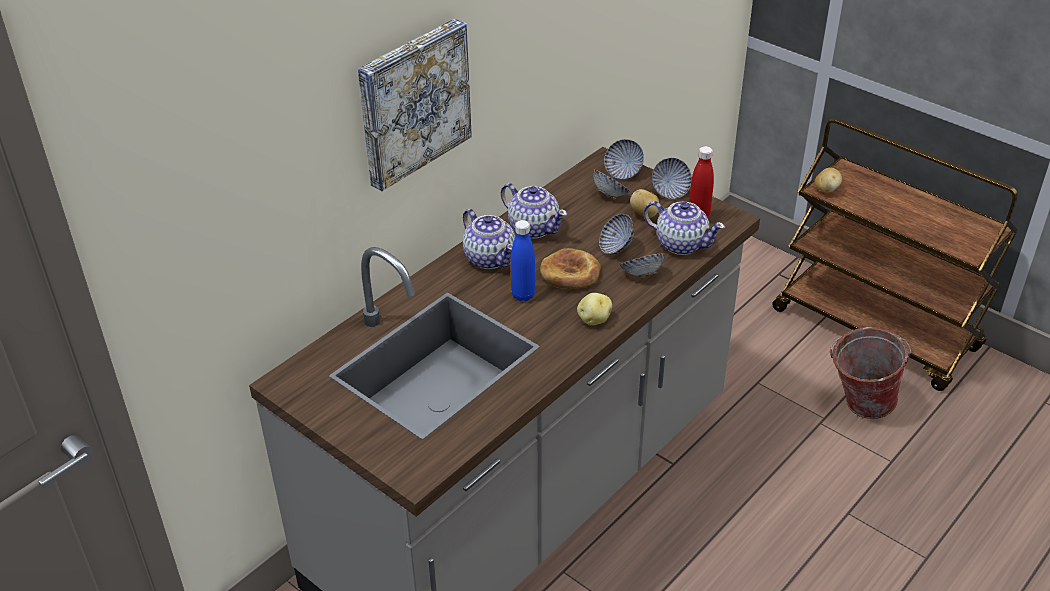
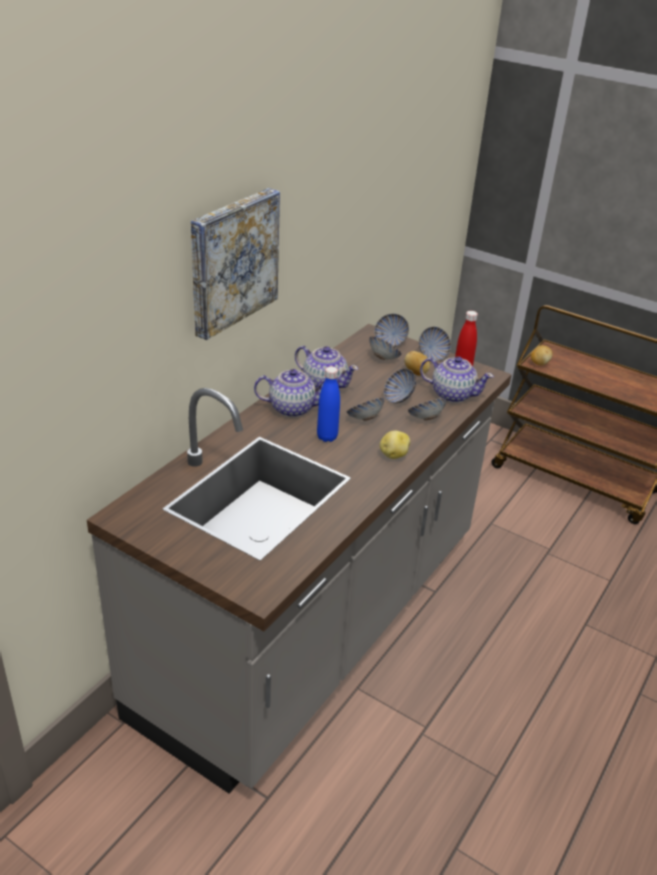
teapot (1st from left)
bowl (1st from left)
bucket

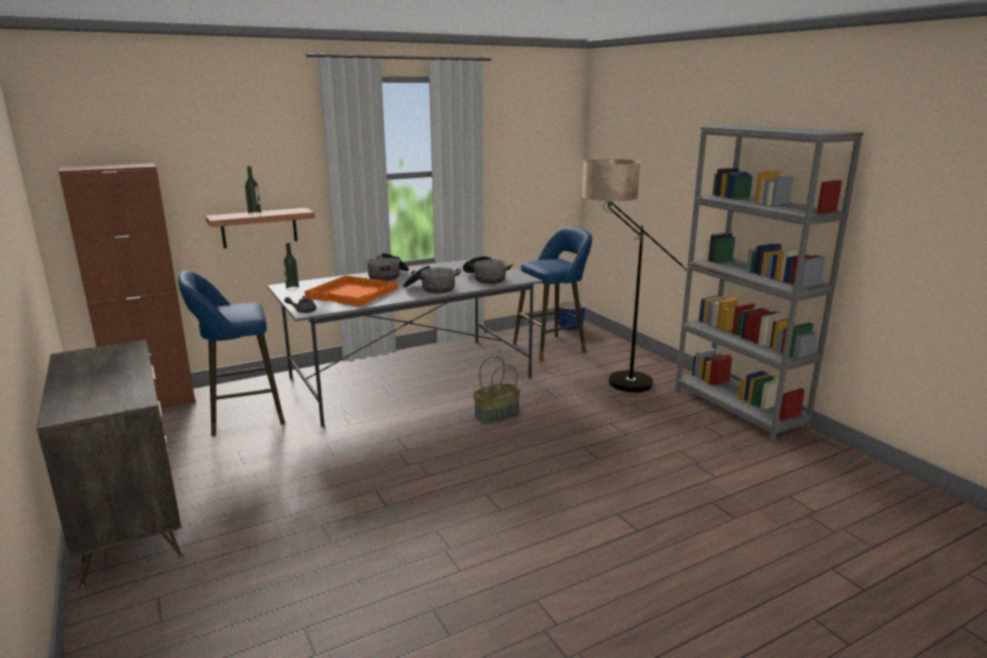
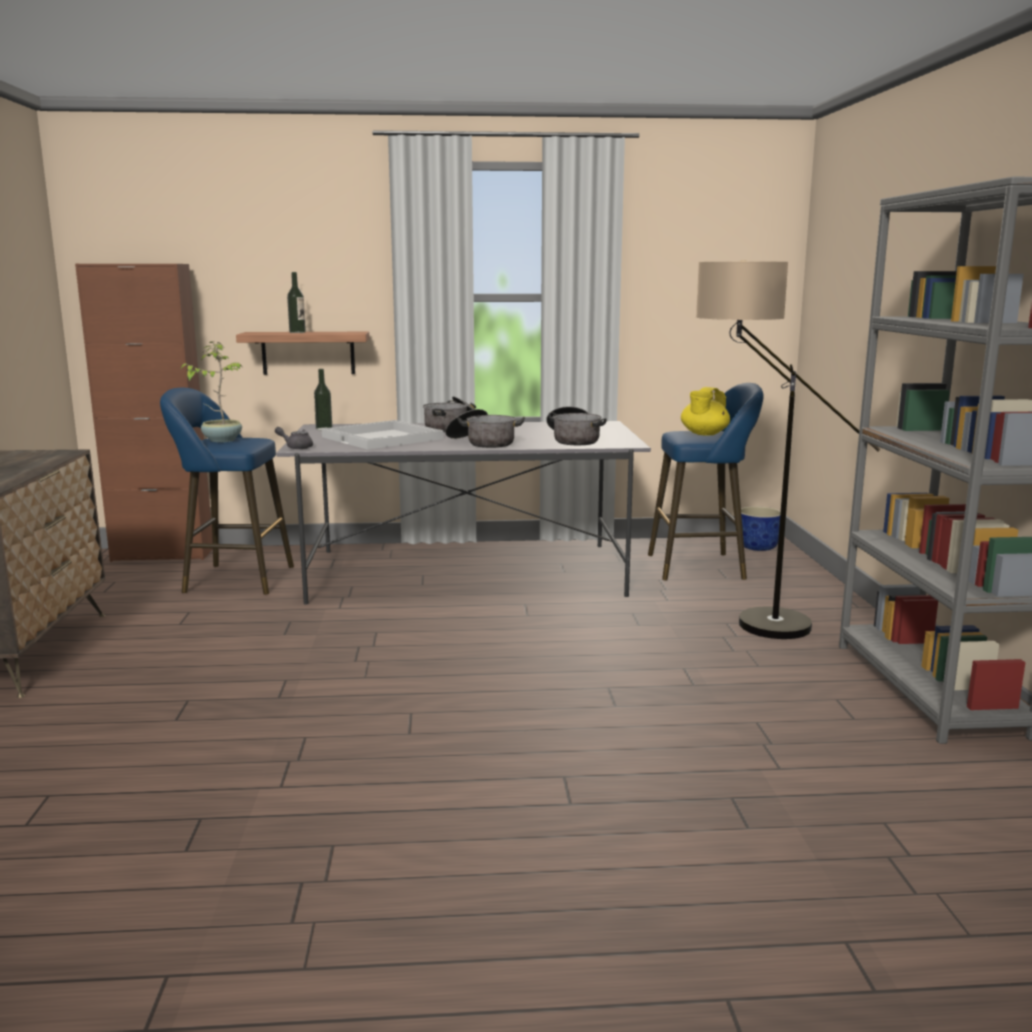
white tray
basket
potted plant
yellow teapot

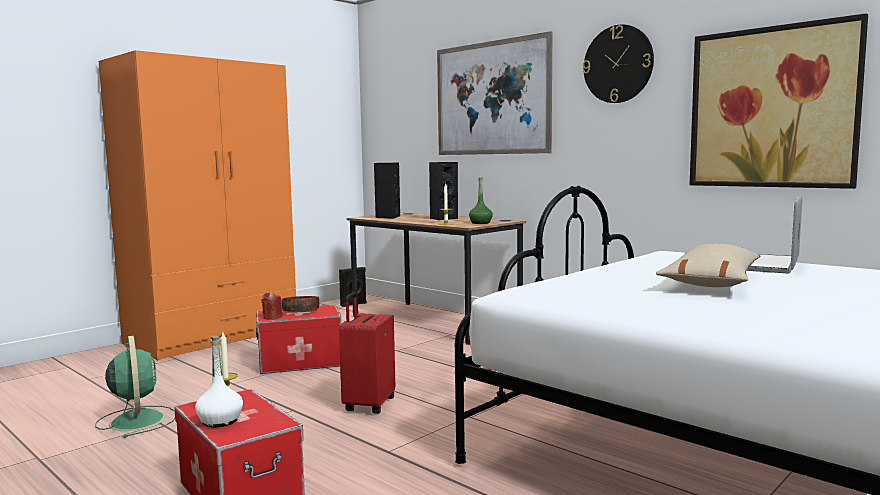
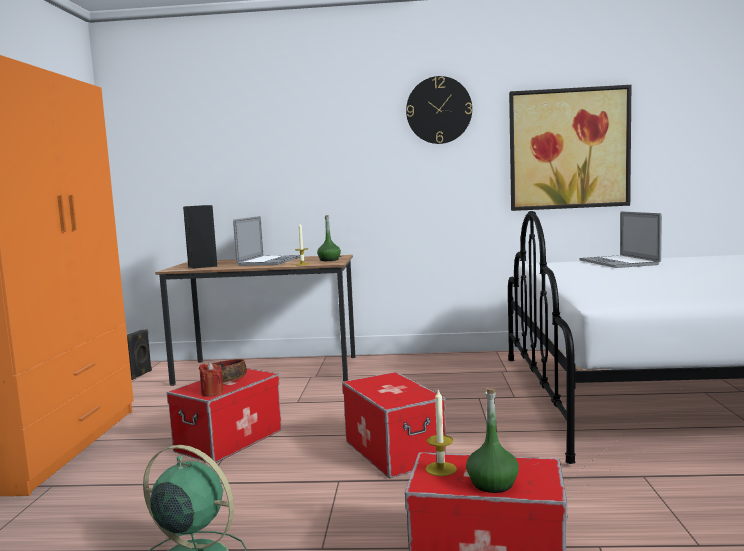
picture (1st from left in the first image)
laptop (1st from left)
beige pillow
storage box (2nd from left)
green bottle (2nd from left)

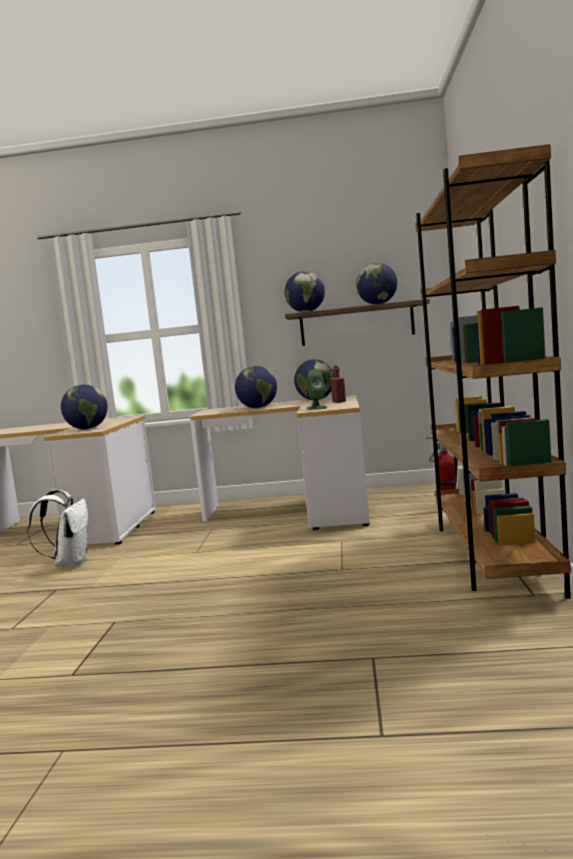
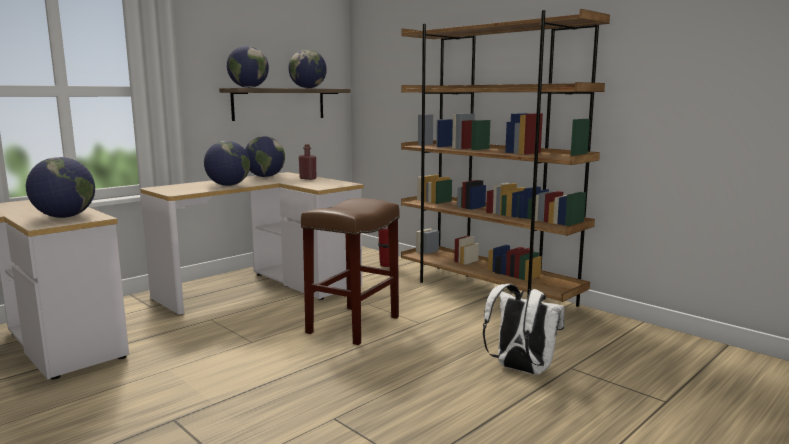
green speaker
white backpack
brown stool

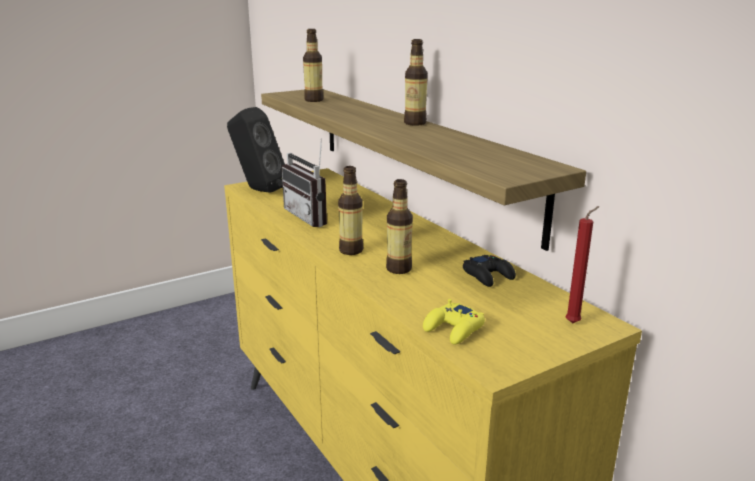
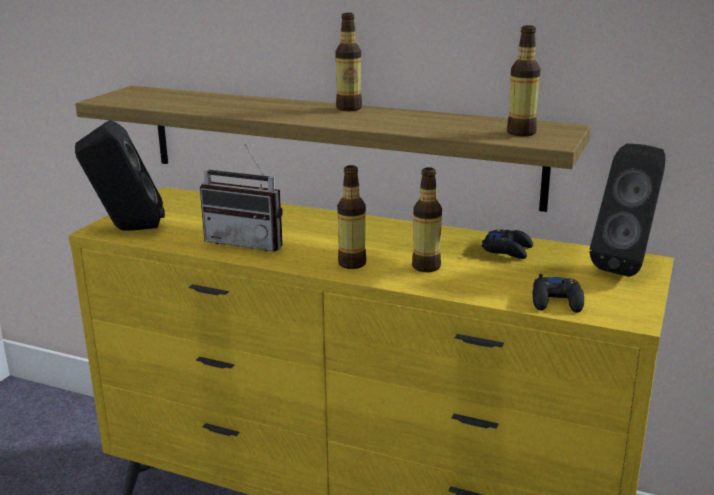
bottle (4th from left)
black speaker (2nd from left)
black game controller (2nd from left)

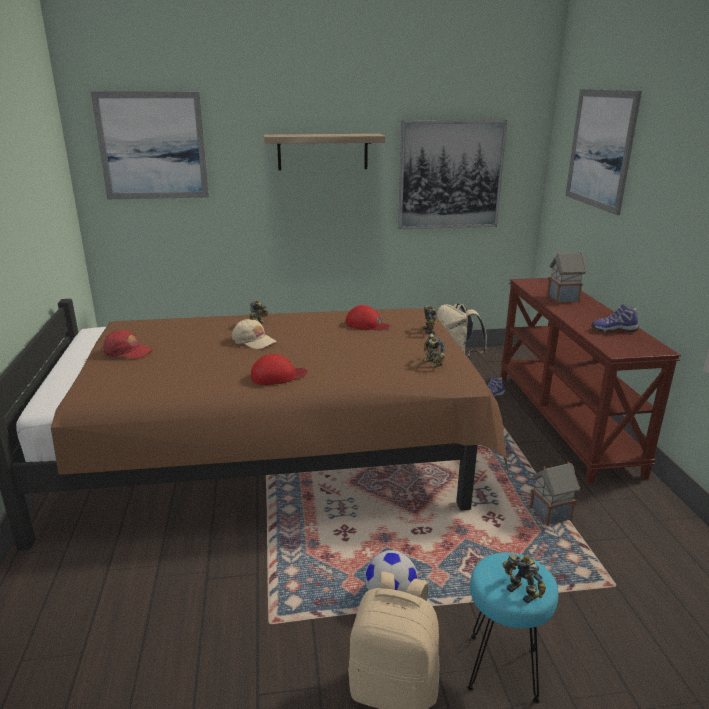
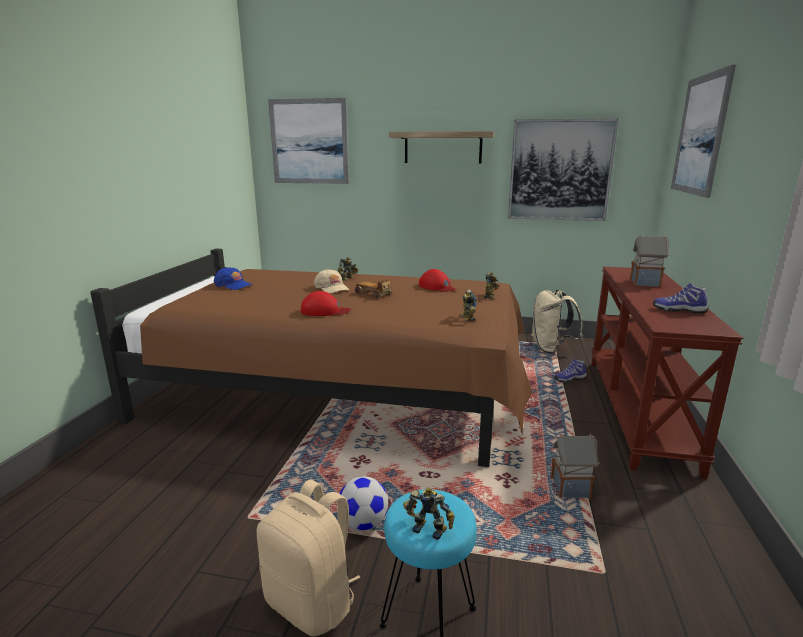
blue cap
toy robot (2nd from left)
toy car

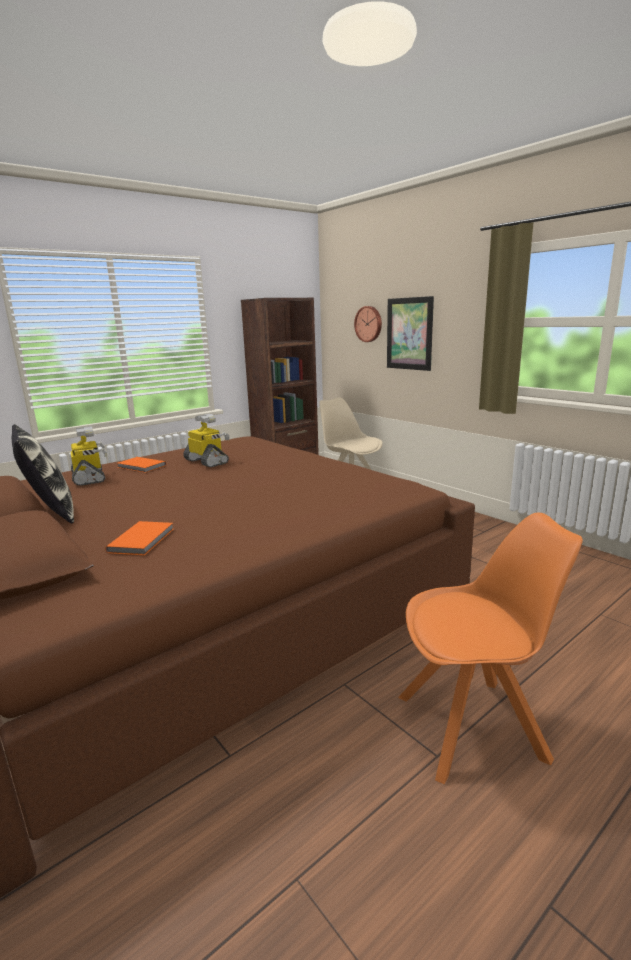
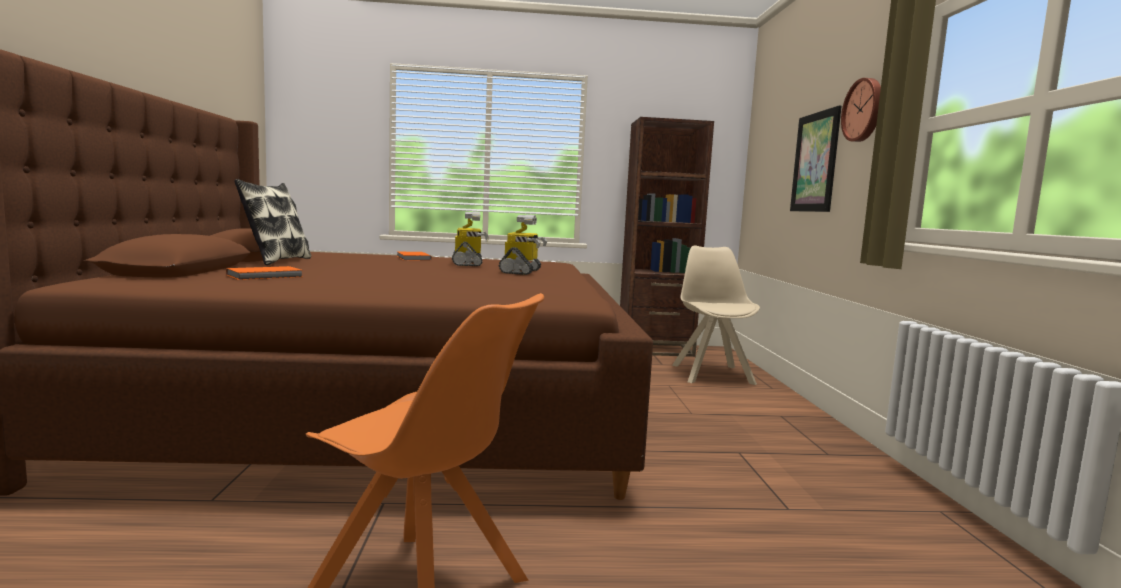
wall clock
toy robot (2nd from left)

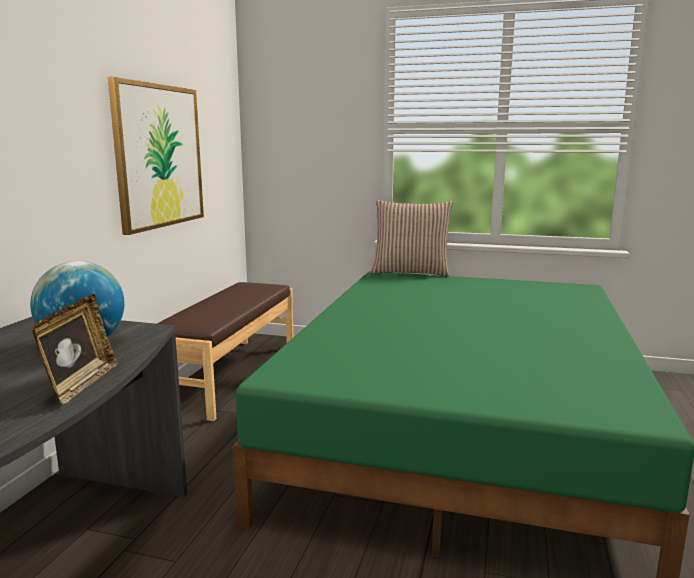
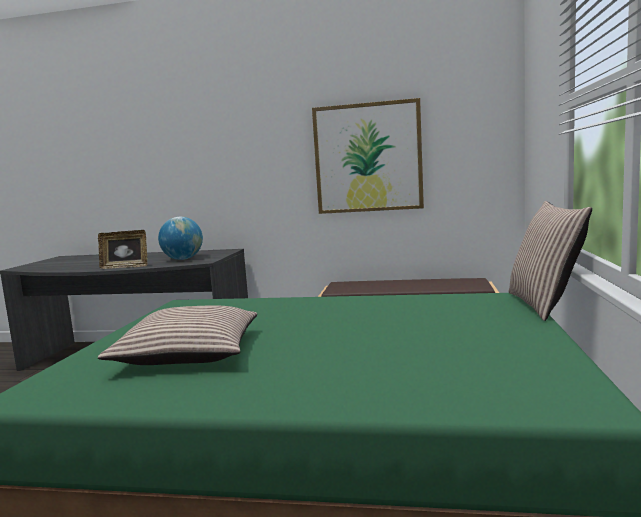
pillow (1st from left)

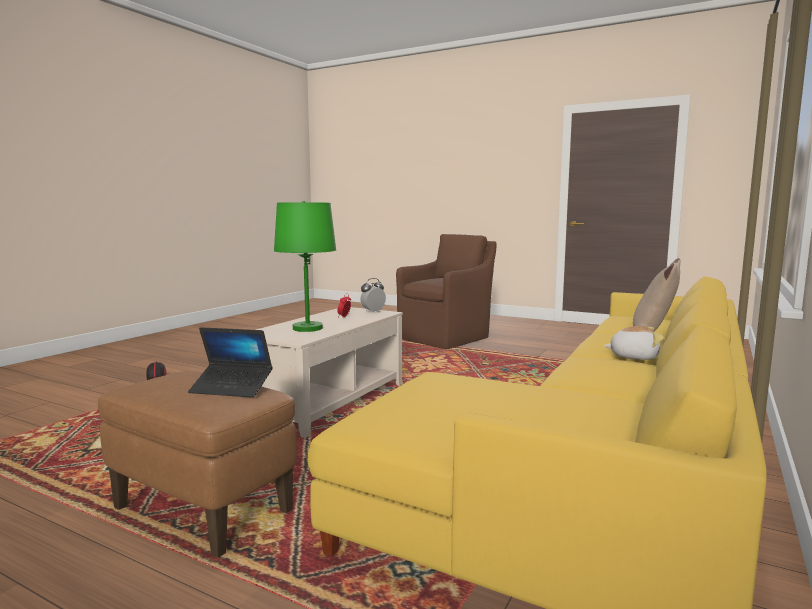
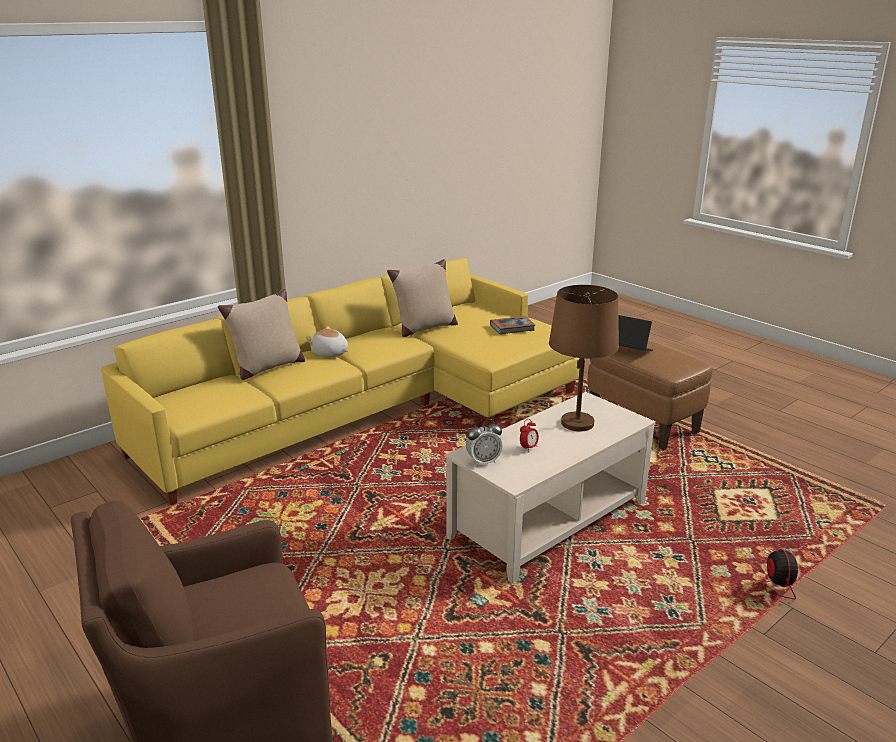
brown table lamp
beige pillow (2nd from left)
book

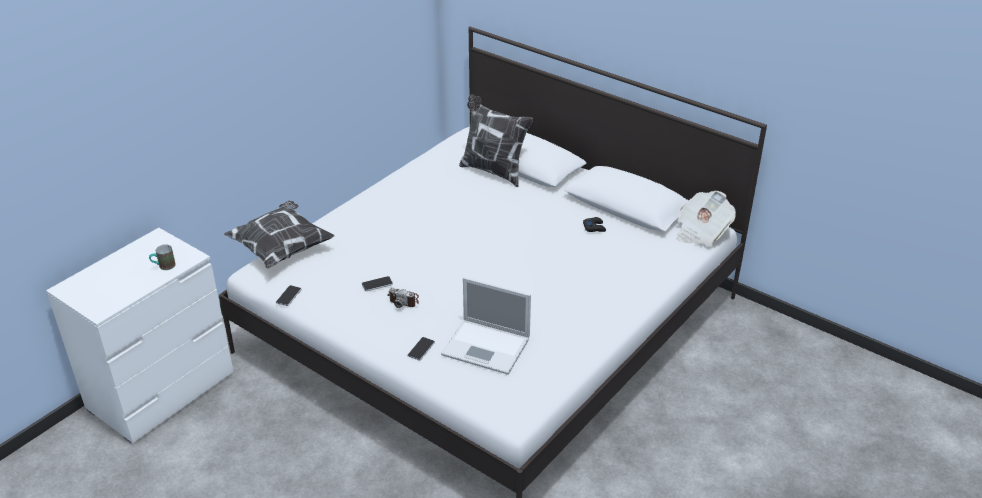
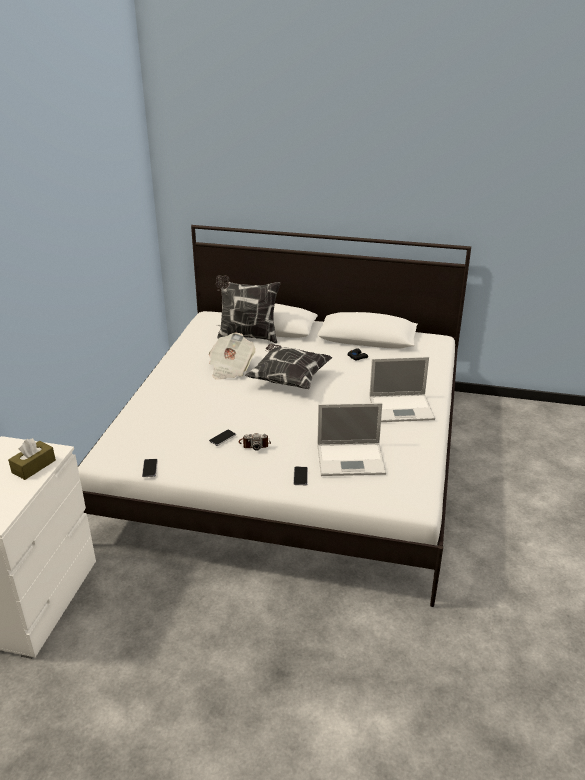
newspaper
pillow (2nd from left)
brown tissue box
laptop (2nd from left)

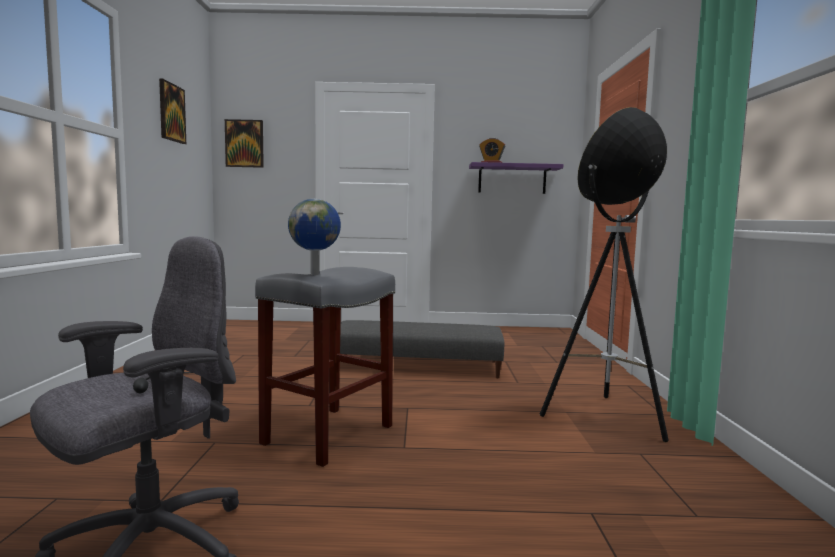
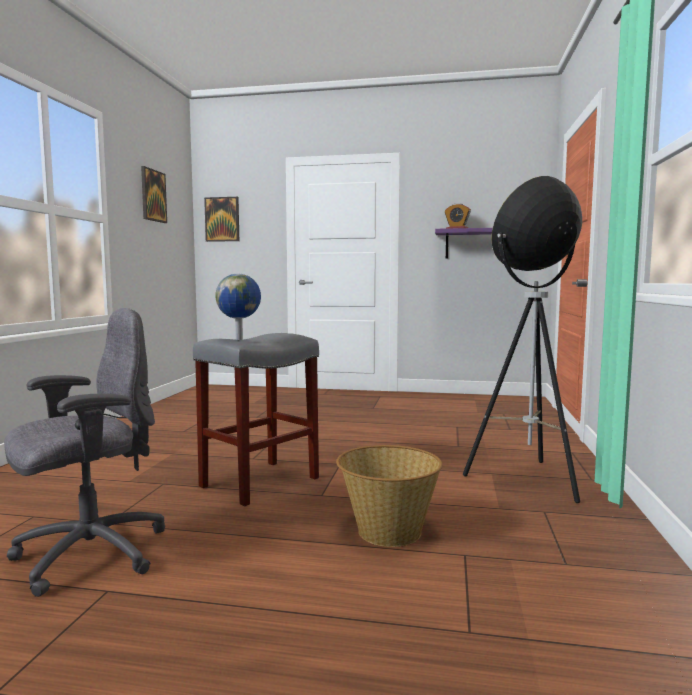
grey ottoman
basket

